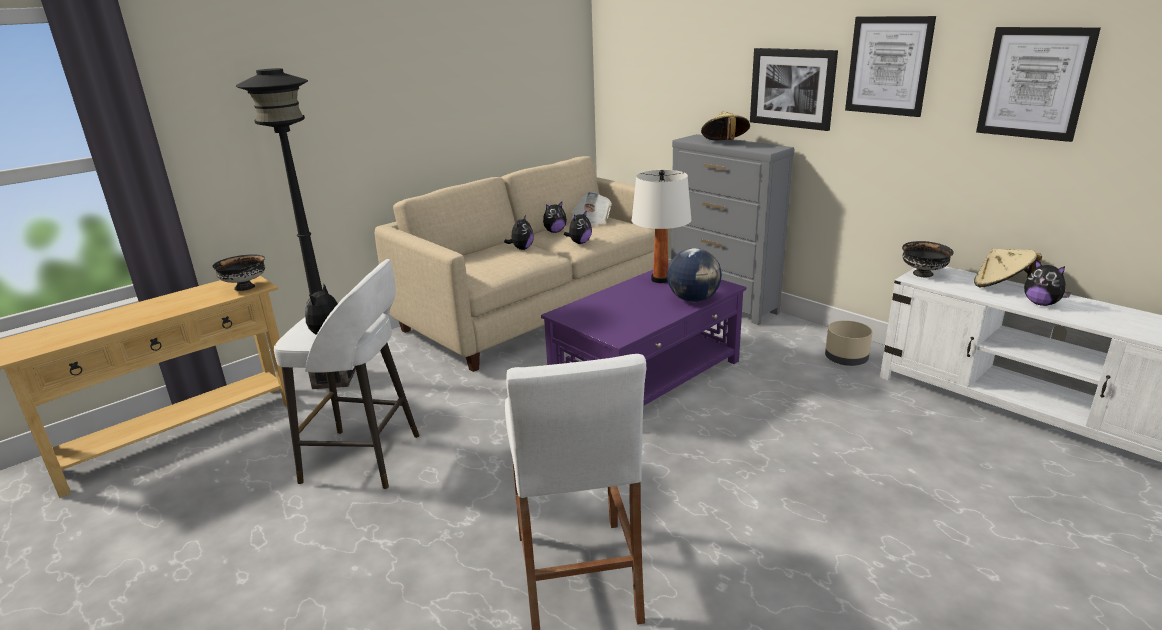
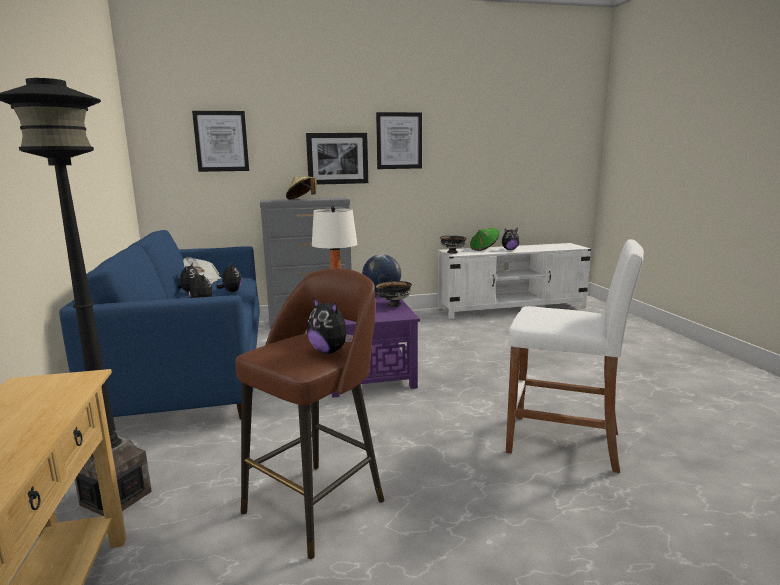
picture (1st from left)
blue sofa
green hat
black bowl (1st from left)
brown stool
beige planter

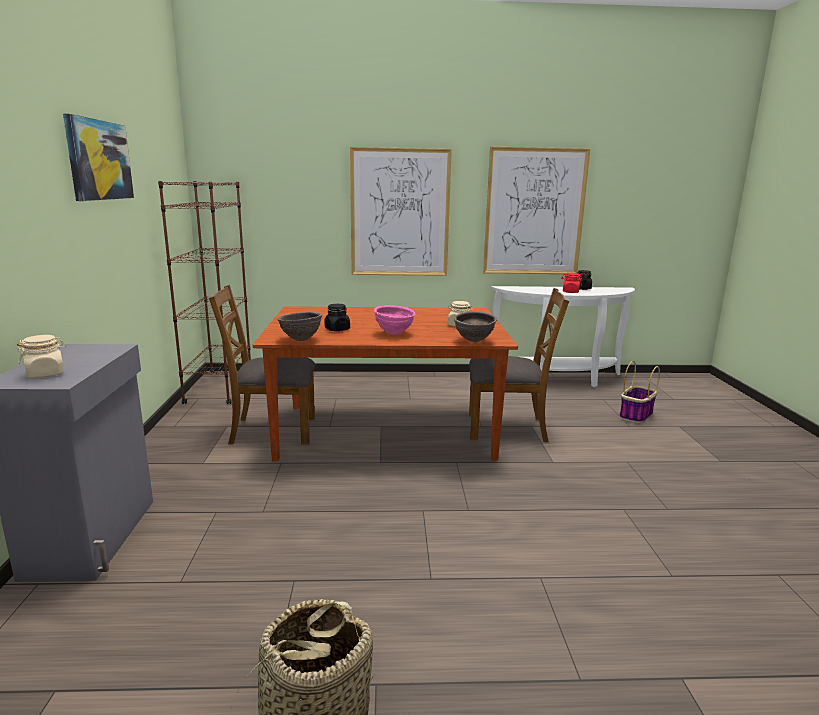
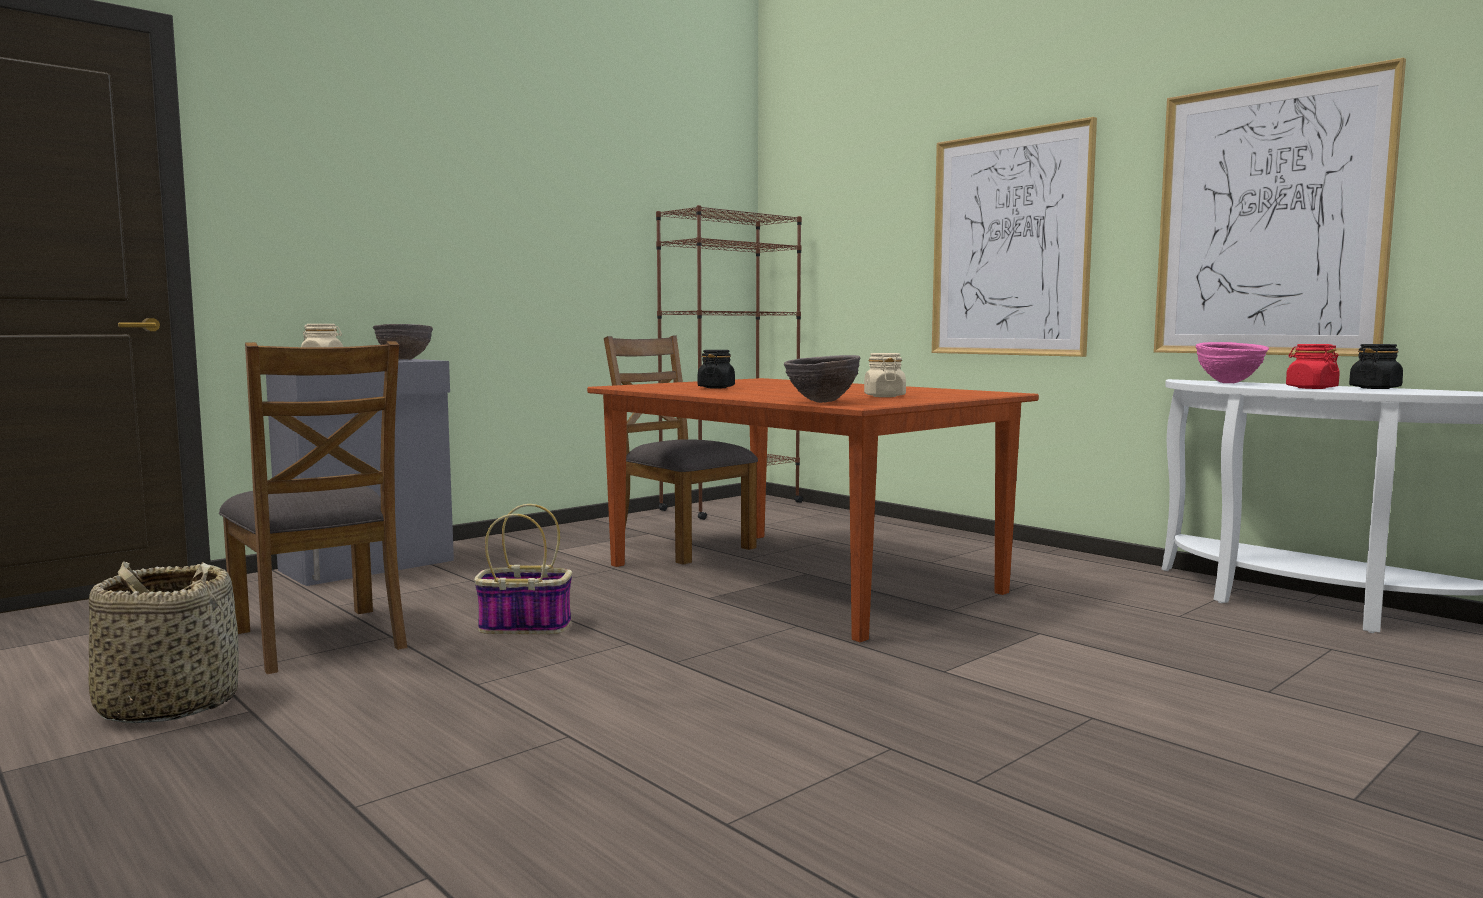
picture (1st from left in the first image)
brown chair (1st from left)
pink bowl
brown bowl (1st from left)
basket (2nd from left)

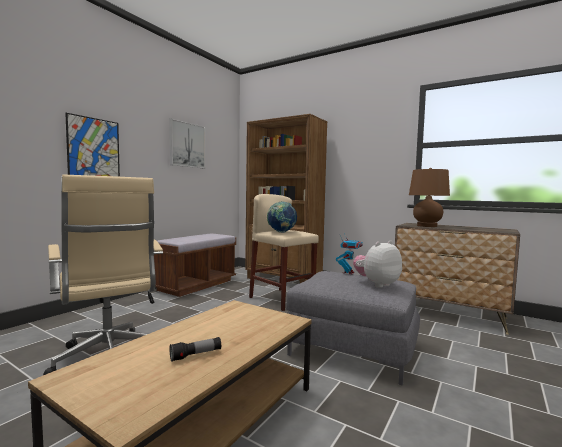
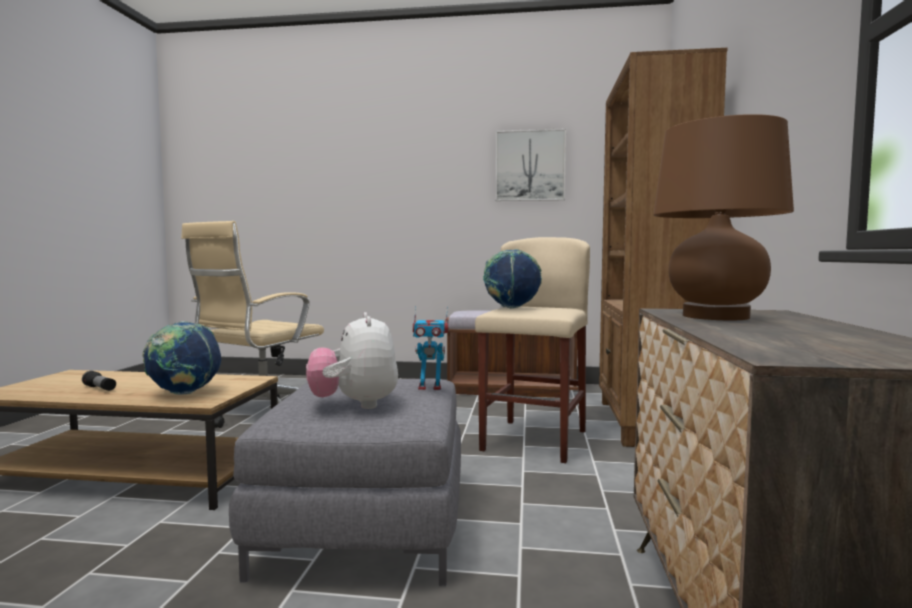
picture (1st from left in the first image)
plush toy
globe (1st from left)

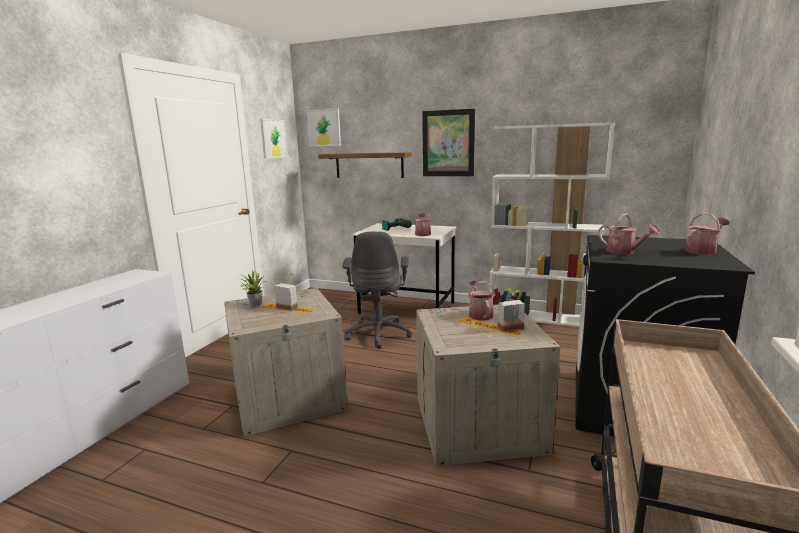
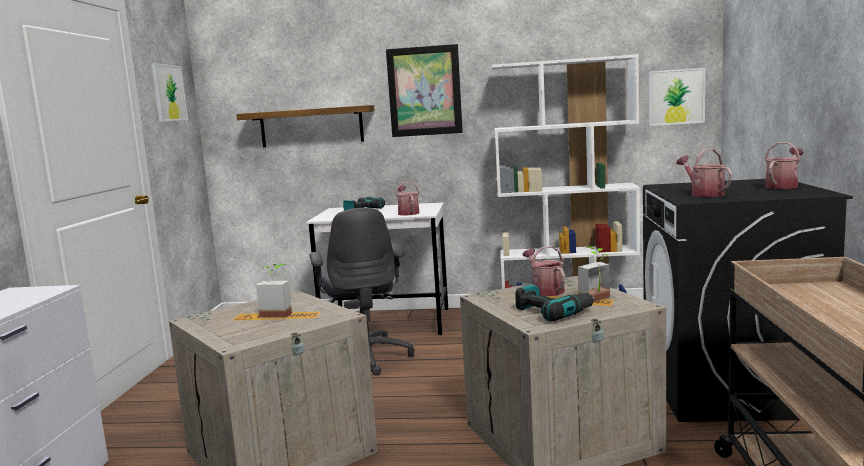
picture (3rd from left)
watering can (3rd from left)
potted plant (1st from left in the first image)
power drill (2nd from left)

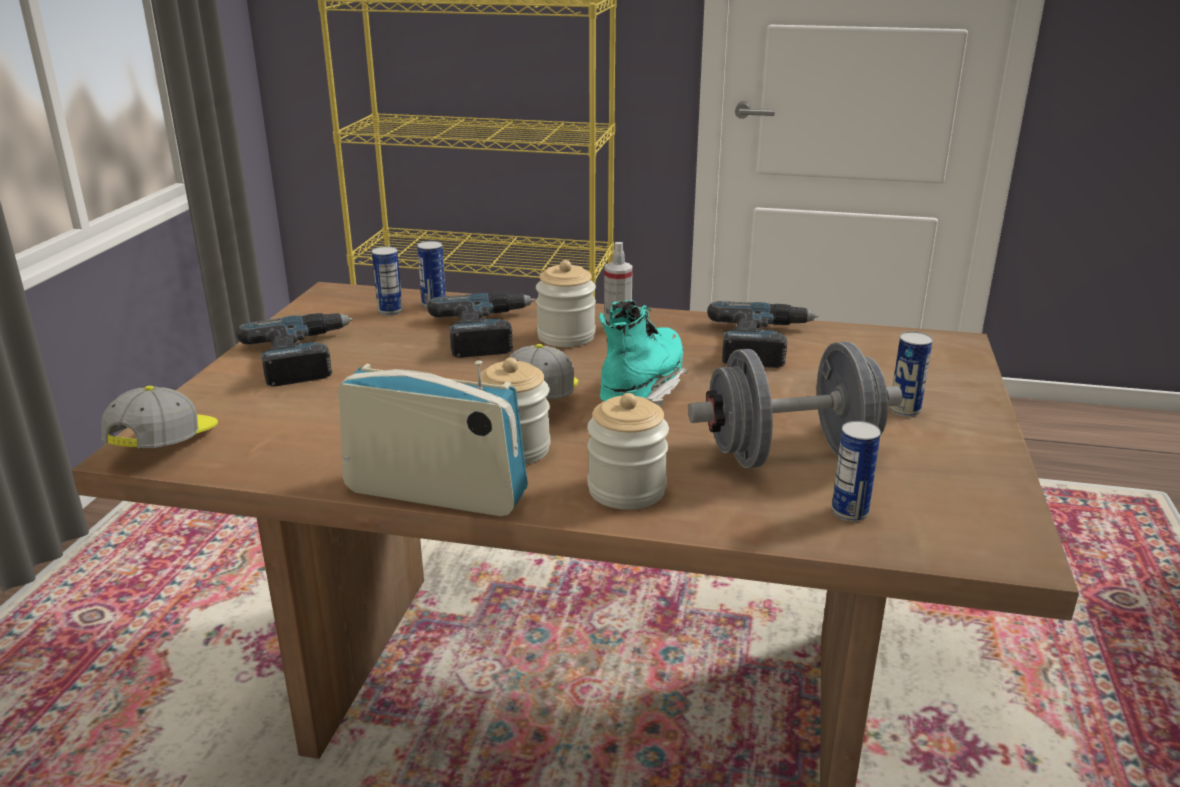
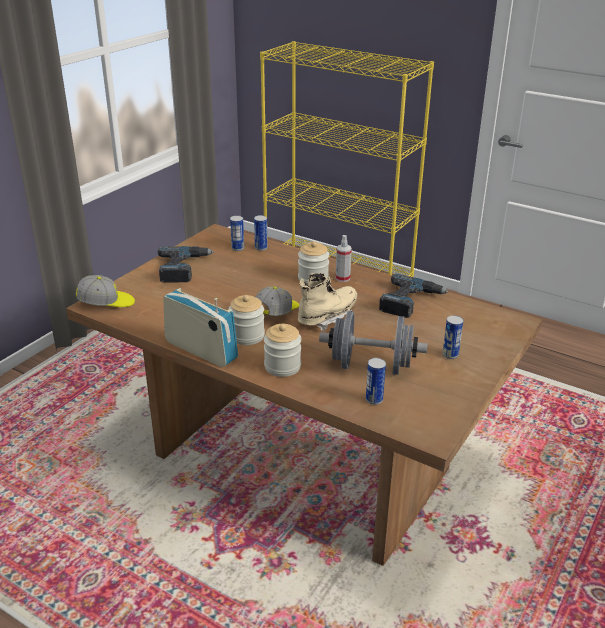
power drill (2nd from left in the first image)
beige boot
cap (1st from left)

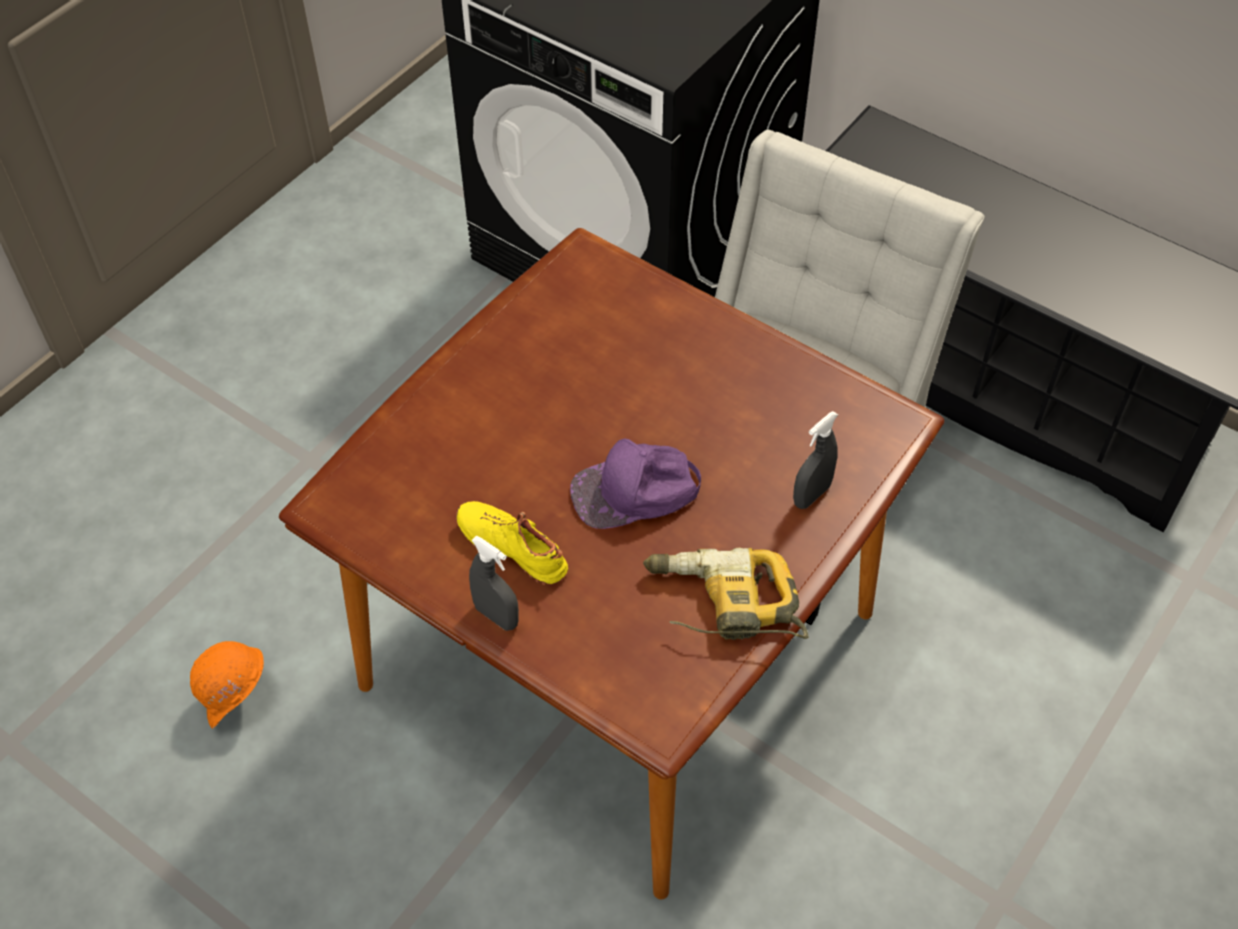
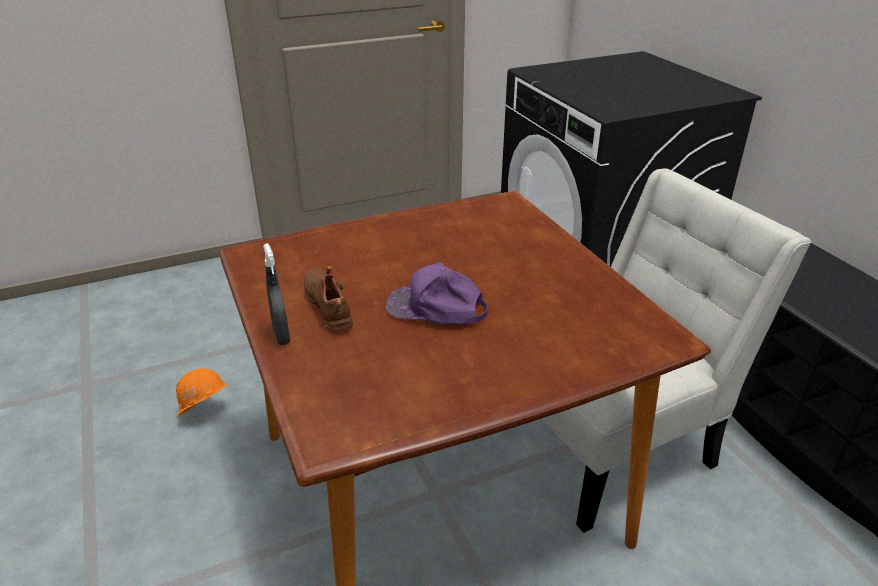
grey spray bottle (2nd from left in the first image)
brown shoe
power drill

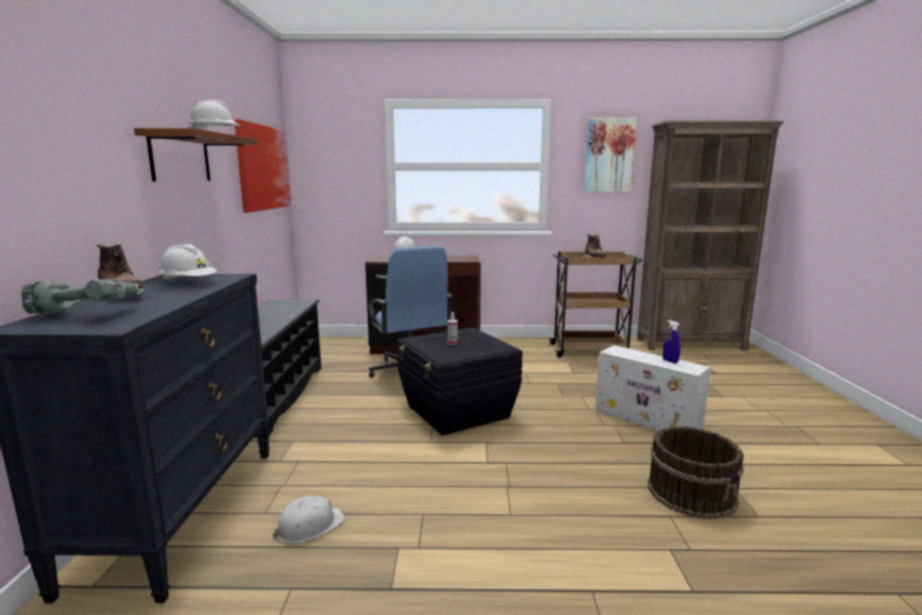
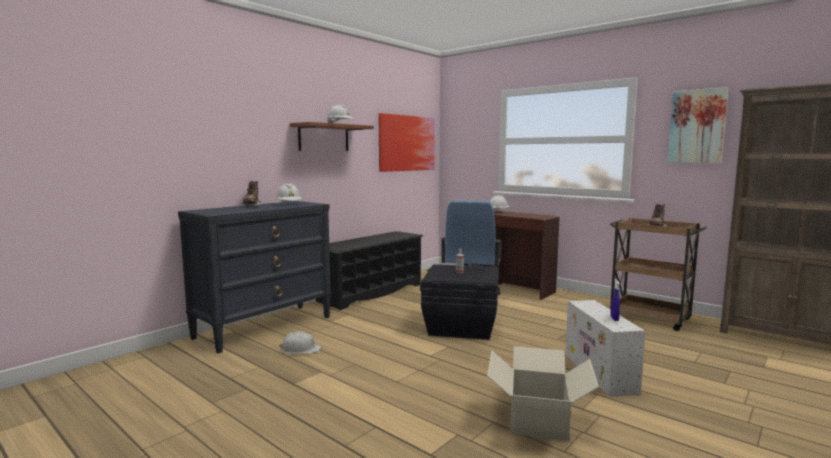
power drill
cardboard box

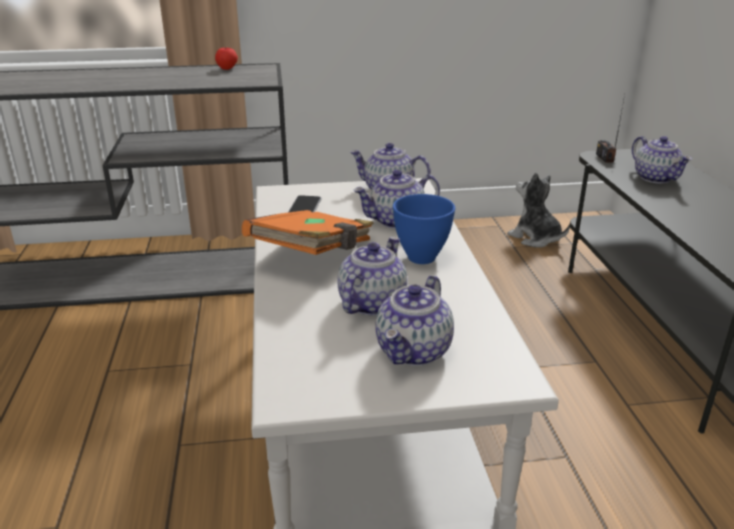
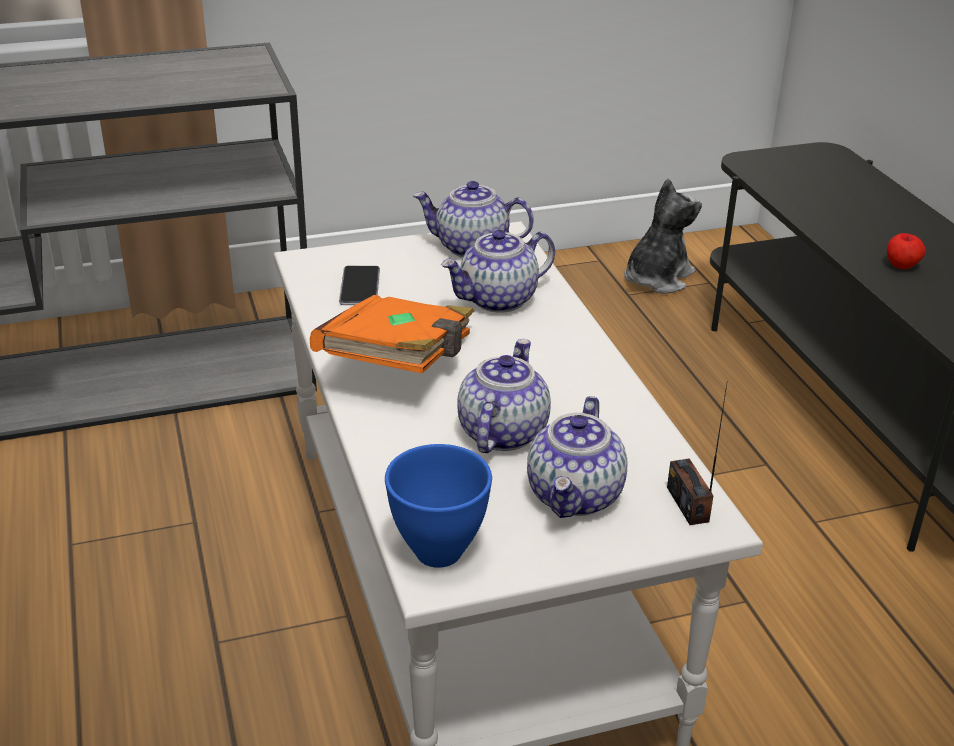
apple
radio
teapot (5th from left in the first image)
plush toy
blue bowl

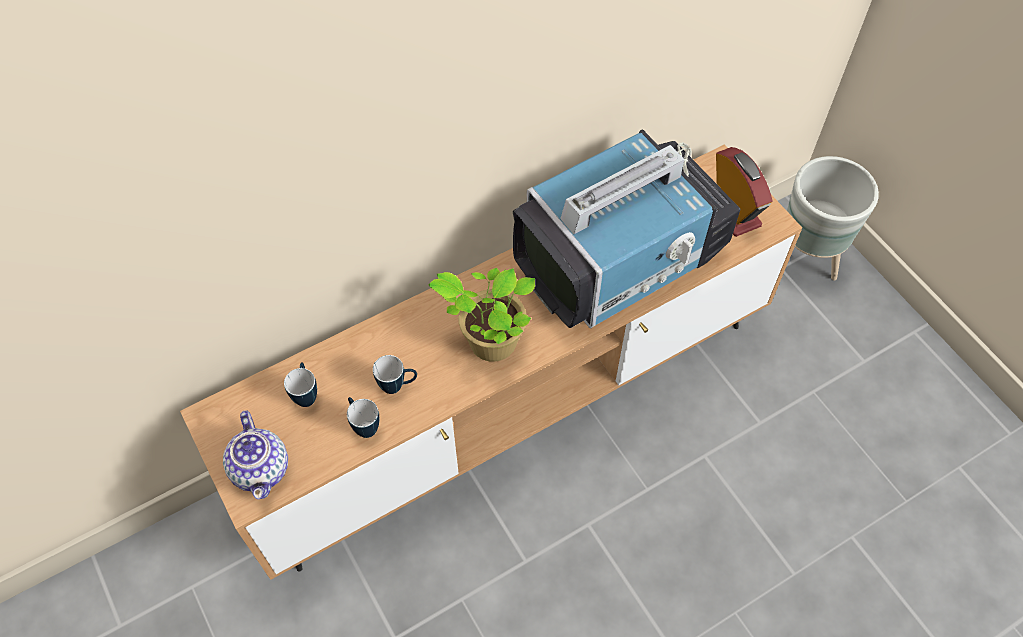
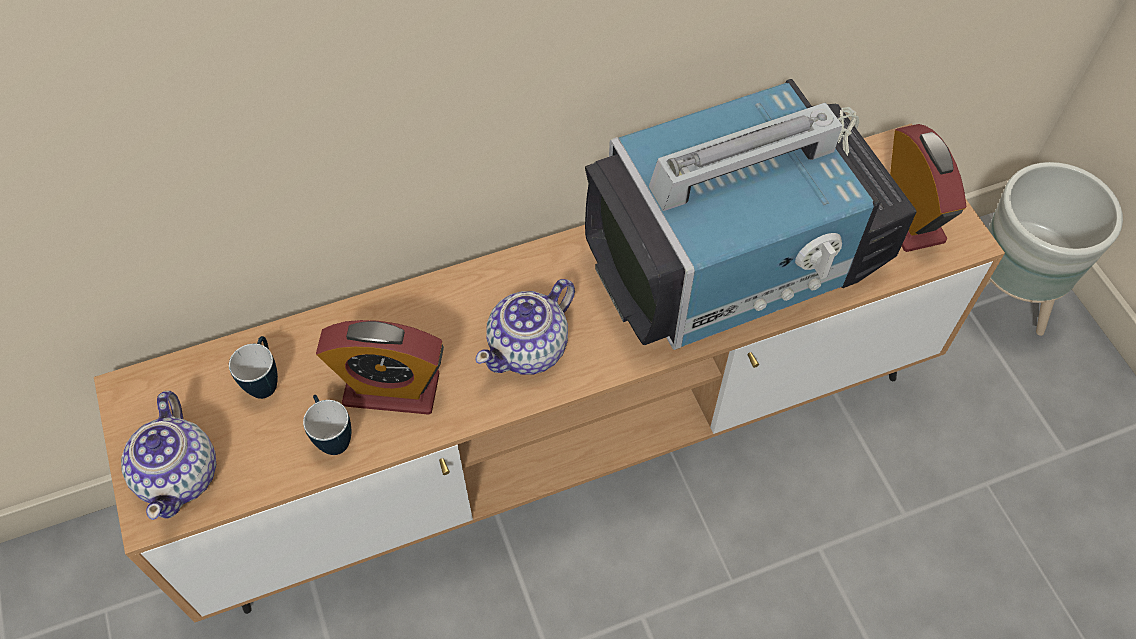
teapot (2nd from left)
alarm clock (1st from left)

